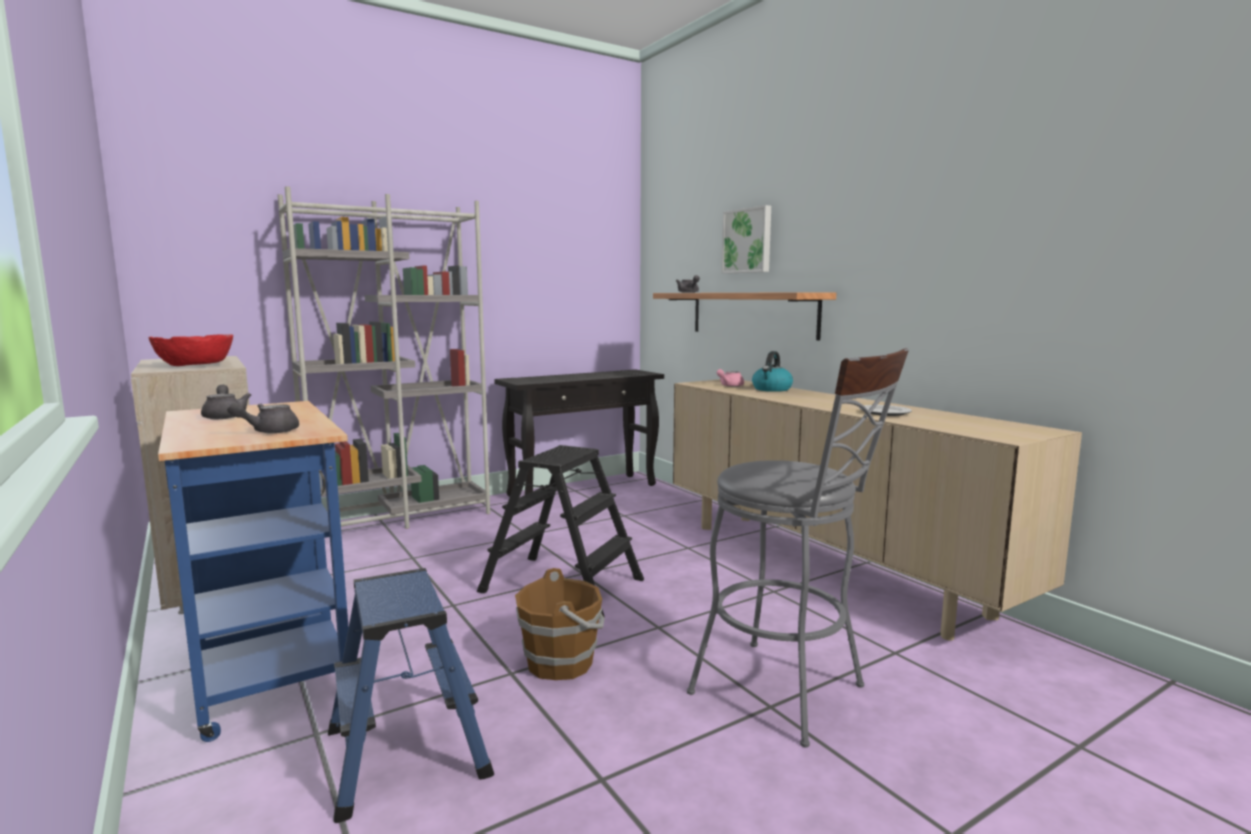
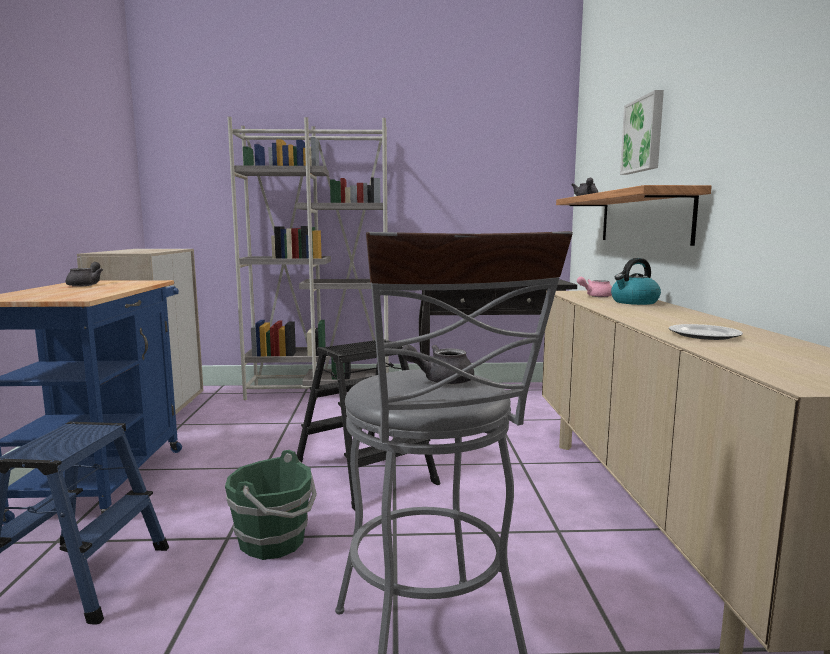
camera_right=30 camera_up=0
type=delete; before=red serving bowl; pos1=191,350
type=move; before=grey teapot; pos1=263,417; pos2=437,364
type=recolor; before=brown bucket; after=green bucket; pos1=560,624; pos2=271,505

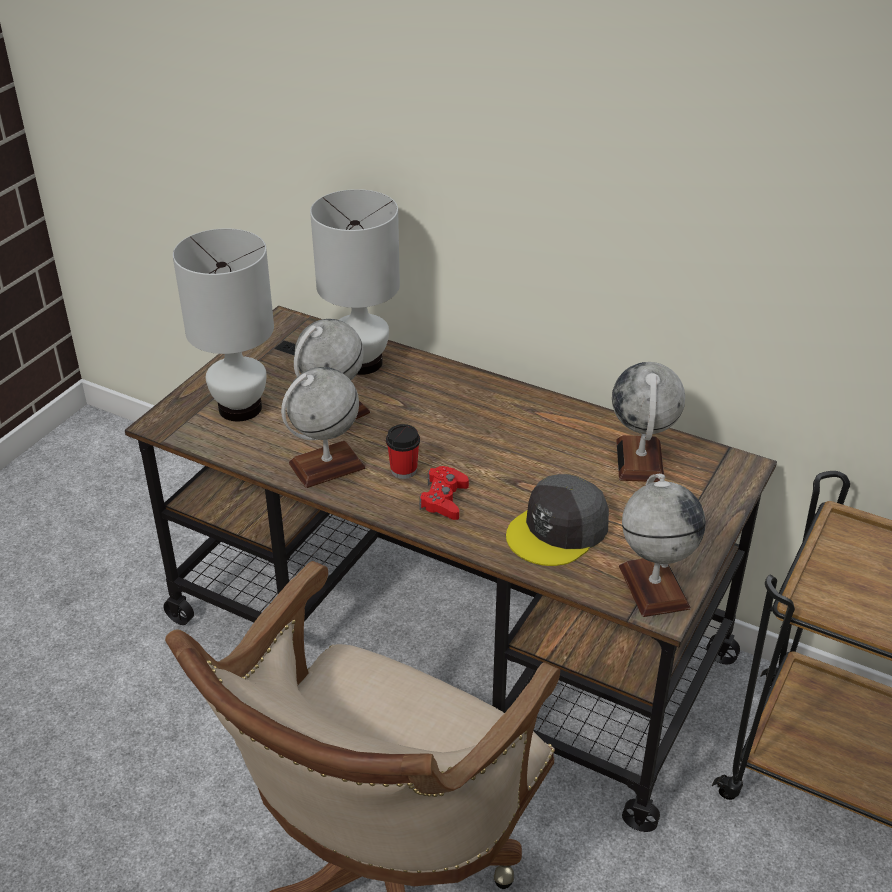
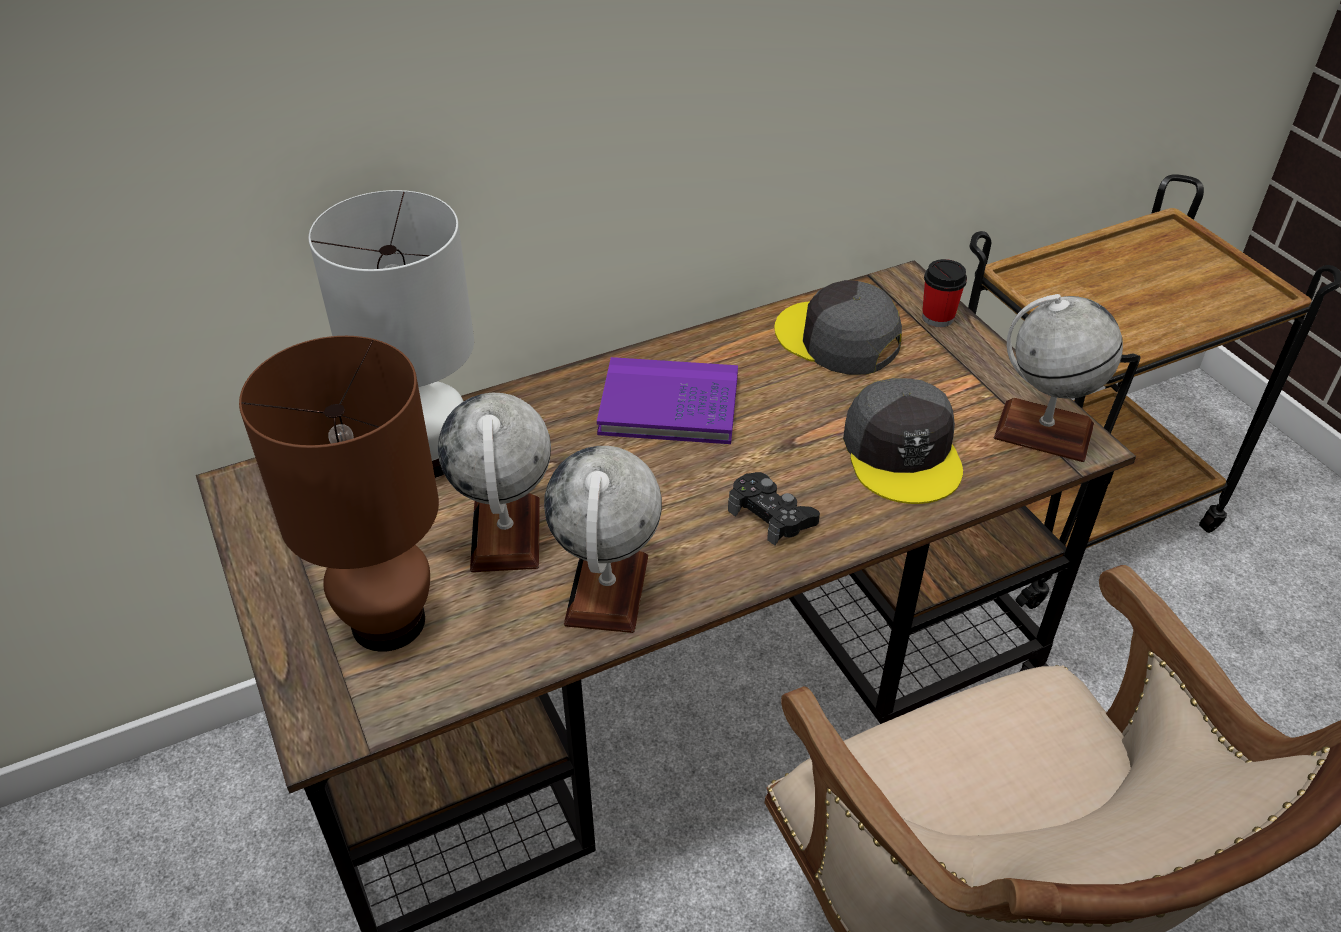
camera_right=-55 camera_up=5
type=recolor; before=white-coloured lamp for a table; after=brown lamp for a table; pos1=223,324; pos2=339,494
type=move; before=cup; pos1=403,451; pos2=944,293
type=recolor; before=red game controller; after=black-coloured game controller; pos1=444,493; pos2=774,508
type=replace; before=globe; after=grey peaked cap; pos1=648,422; pos2=838,327
type=insert; after=purple book; pos2=667,400

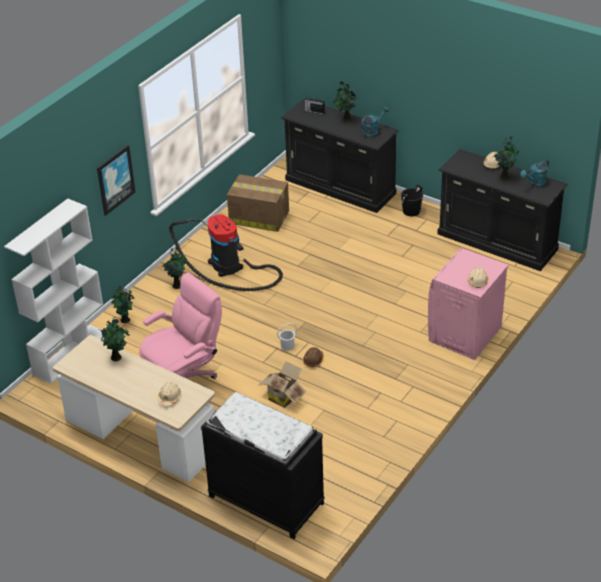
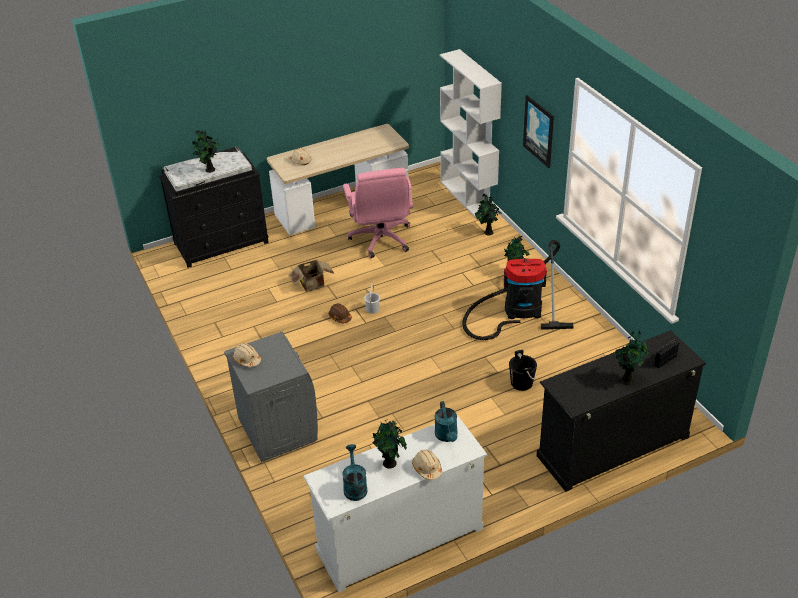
camera_right=120 camera_up=0
type=move; before=houseplant; pos1=114,339; pos2=206,151
type=delete; before=packing box; pos1=258,203
type=move; before=blue-green watering can; pos1=375,122; pos2=446,421
type=move; before=black-coloured bucket; pos1=412,200; pos2=523,370
type=recolor; before=pink laundry machine; after=grey laundry machine; pos1=468,304; pos2=271,397
type=recolor; before=black-coloured cupboard; after=white-coloured cupboard; pos1=502,210; pos2=395,503

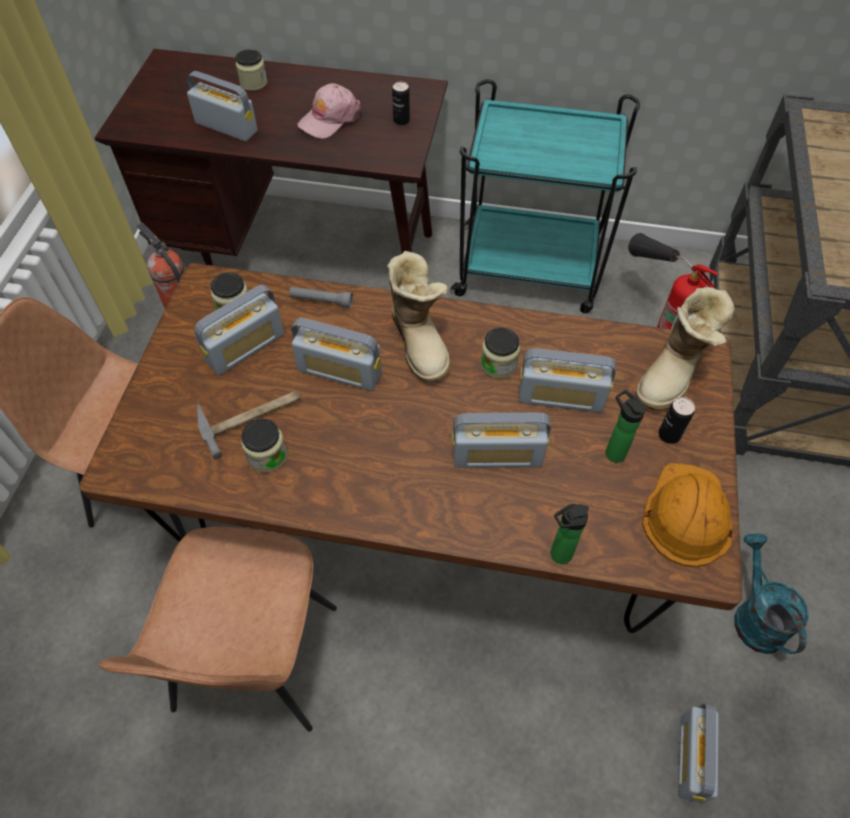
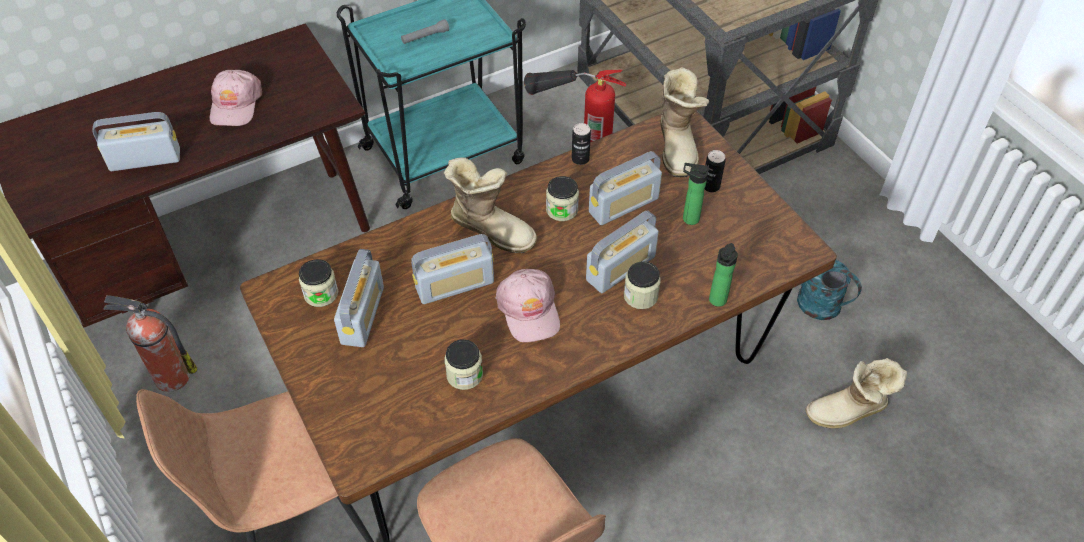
camera_right=-40 camera_up=-5
type=delete; before=hammer; pos1=249,424
type=move; before=jar; pos1=251,70; pos2=642,285
type=move; before=grey torch; pos1=321,297; pos2=425,31
type=move; before=sealed can; pos1=401,103; pos2=581,144
type=delete; before=orange hard hat; pos1=687,515
type=replace; before=radio receiver; after=boot; pos1=698,753; pos2=856,393
type=insert; after=pink peaked cap; pos2=527,306

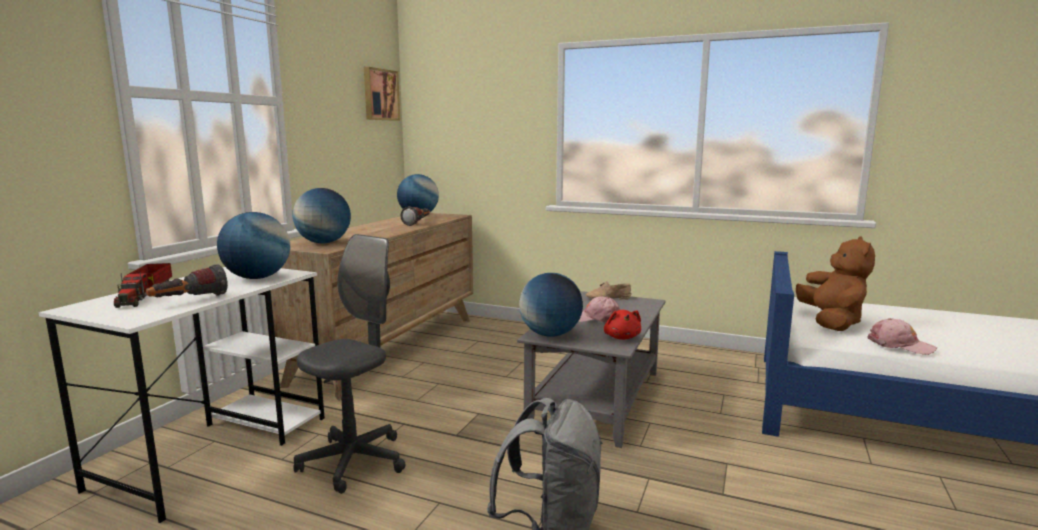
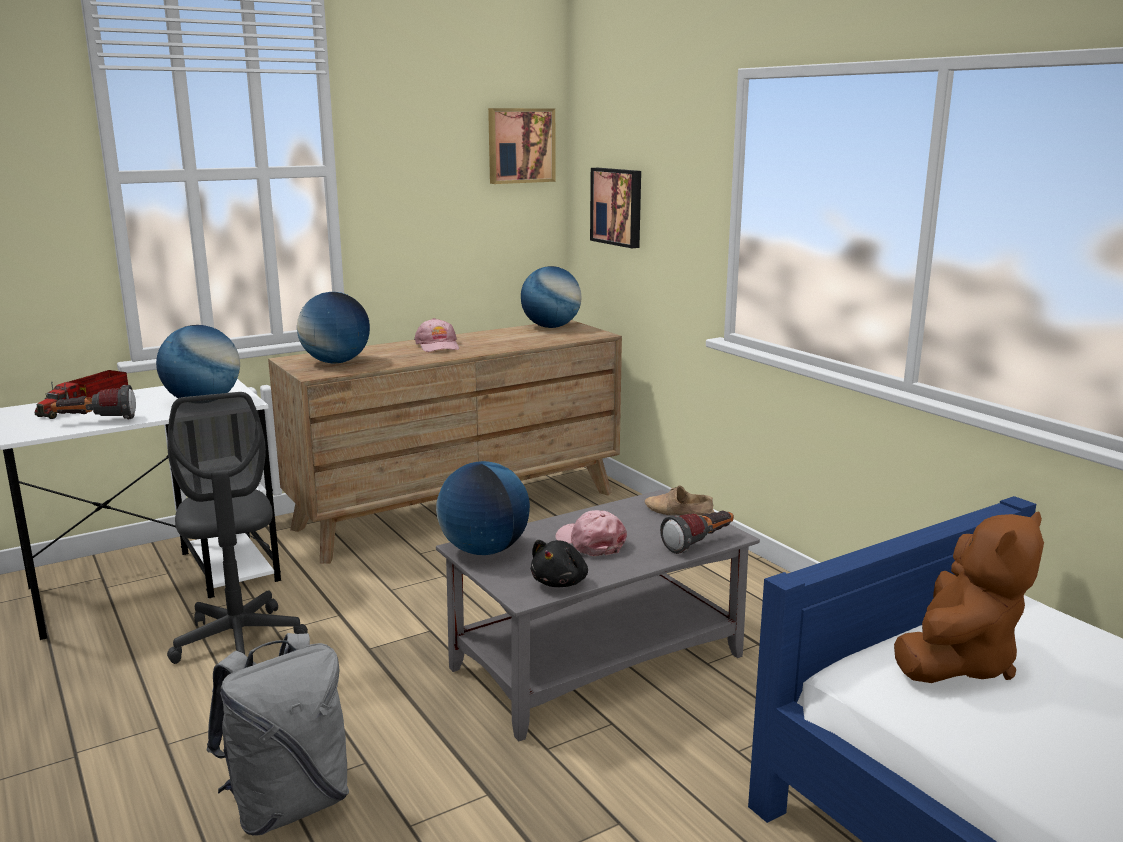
camera_right=35 camera_up=5
type=rotate; before=grey computer chair; pos1=350,364; pos2=237,528; turn=90
type=move; before=torch; pos1=415,216; pos2=697,532
type=recolor; before=red soft toy; after=black-coloured soft toy; pos1=622,325; pos2=559,563
type=move; before=pink peaked cap; pos1=902,336; pos2=436,335
type=insert; after=wall art; pos2=615,208

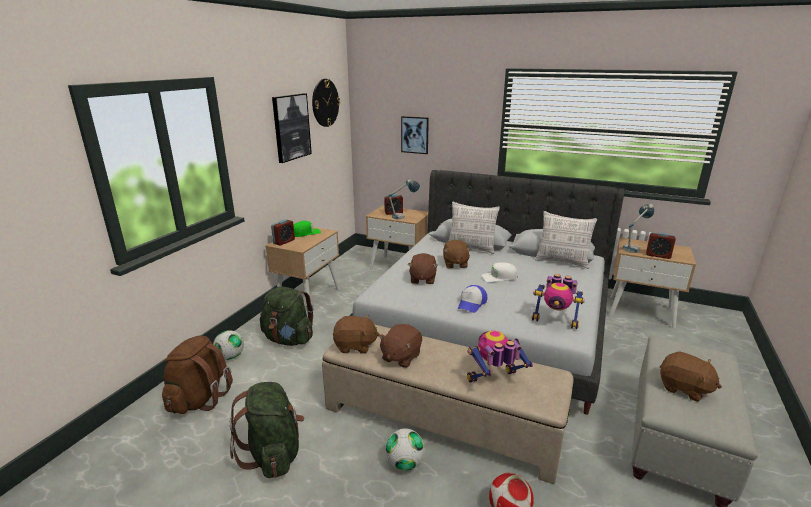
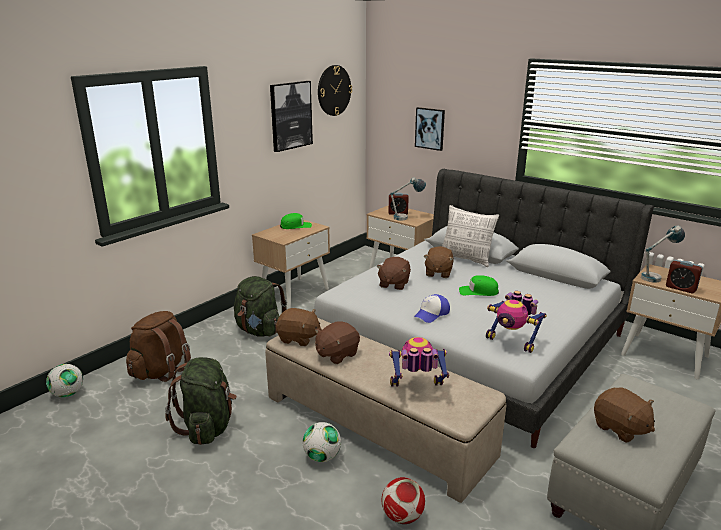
camera_right=15 camera_up=0
type=move; before=football ball; pos1=228,345; pos2=64,380
type=delete; before=table clock; pos1=283,232
type=recolor; before=white-coloured peaked cap; after=green peaked cap; pos1=500,272; pos2=479,285
type=delete; before=cushion; pos1=566,240

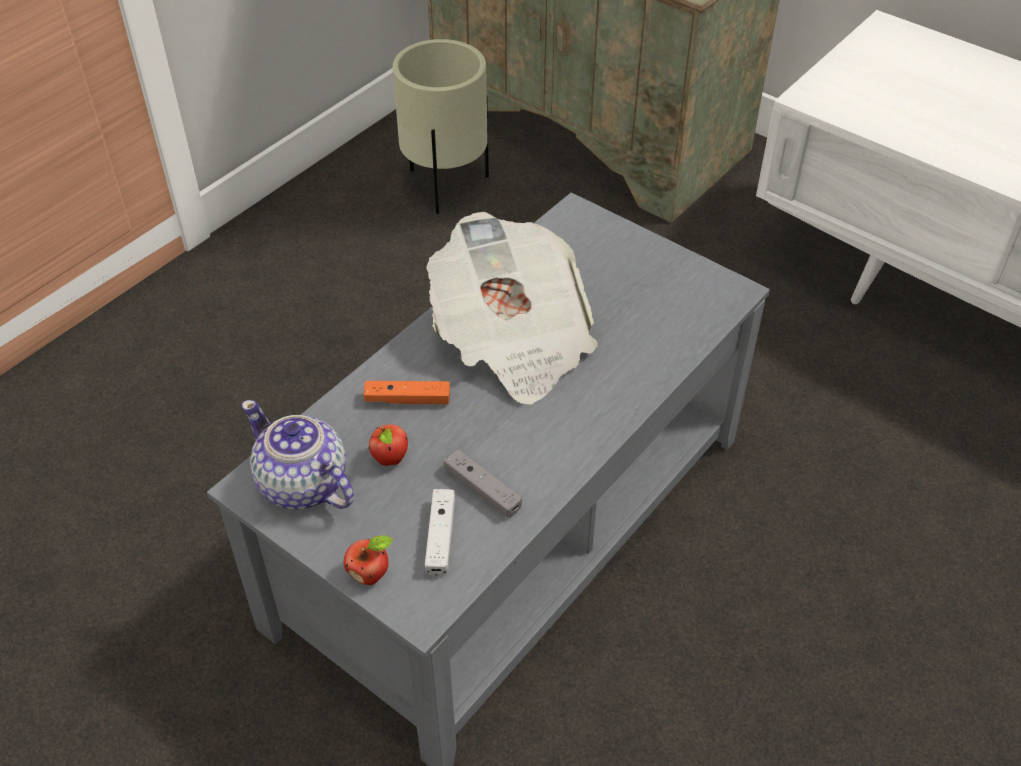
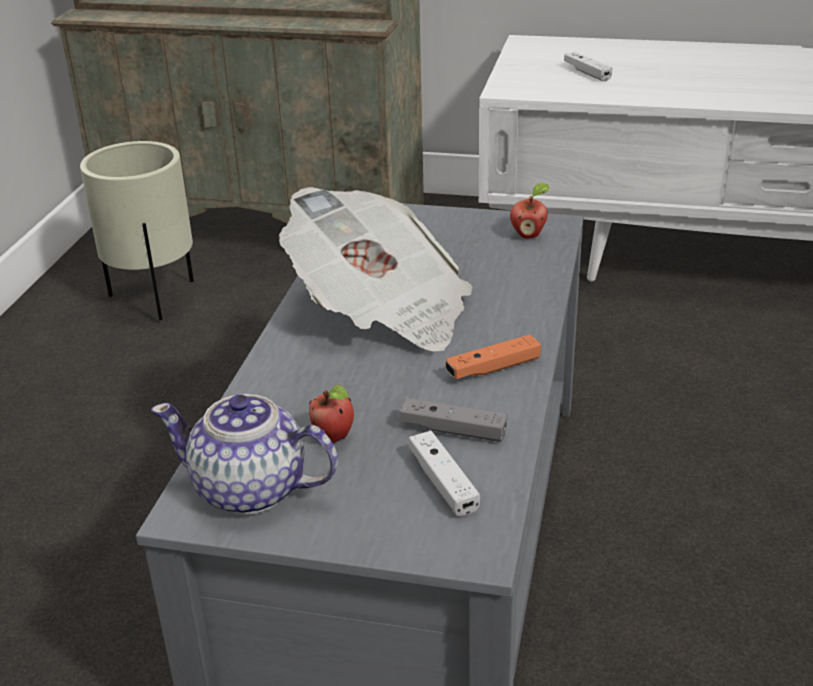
camera_right=-25 camera_up=-15
type=move; before=whole apple; pos1=368,560; pos2=529,211
type=move; before=orange game controller; pos1=406,392; pos2=493,357
type=insert; after=white-coloured game controller; pos2=588,66

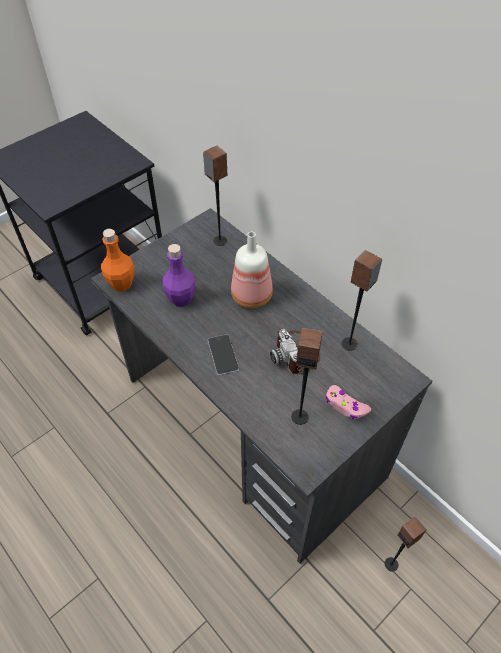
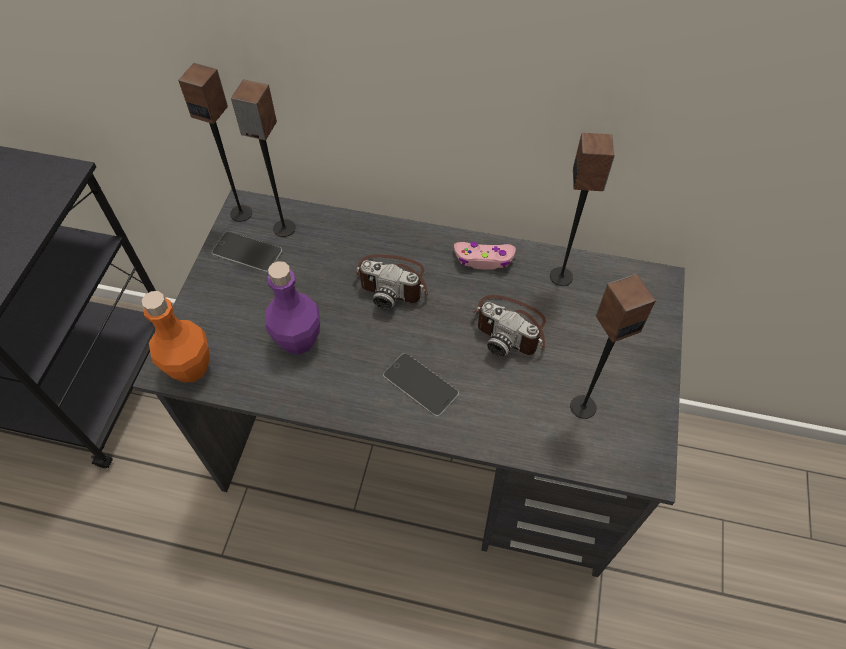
camera_right=-35 camera_up=5
type=replace; before=drink bottle; after=still camera; pos1=252,270; pos2=390,282
type=move; before=pink game controller; pos1=348,402; pos2=485,256
type=move; before=loudspeaker; pos1=406,544; pos2=215,142
type=insert; after=phone; pos2=247,251

